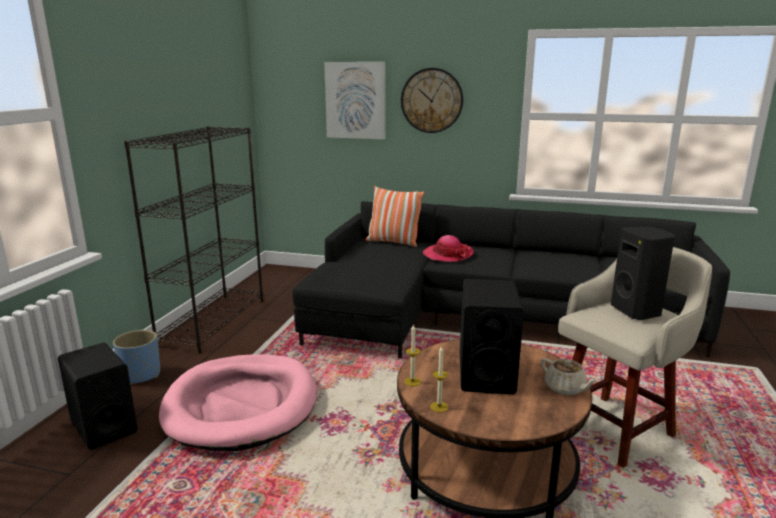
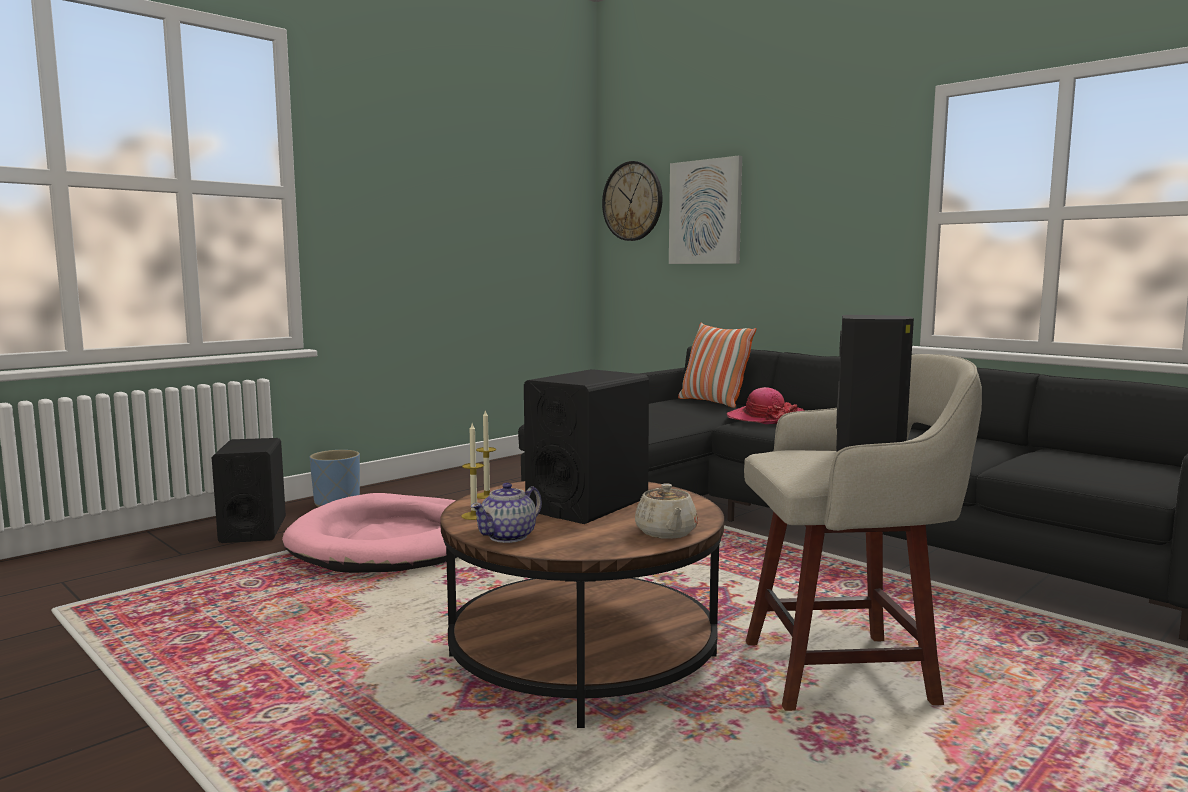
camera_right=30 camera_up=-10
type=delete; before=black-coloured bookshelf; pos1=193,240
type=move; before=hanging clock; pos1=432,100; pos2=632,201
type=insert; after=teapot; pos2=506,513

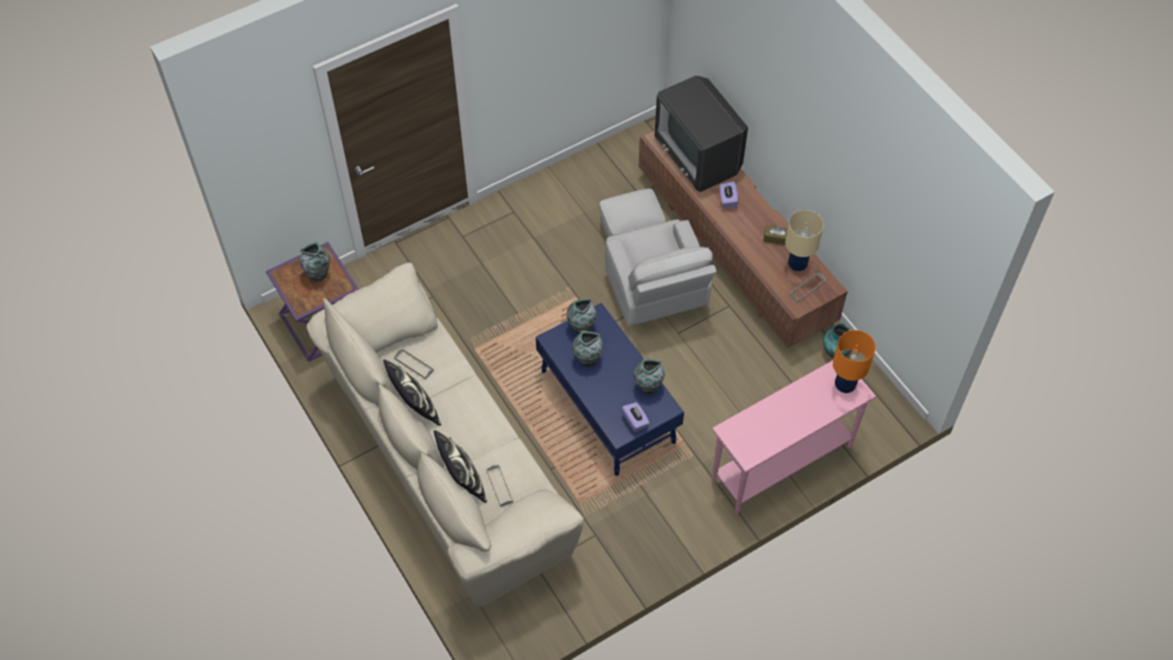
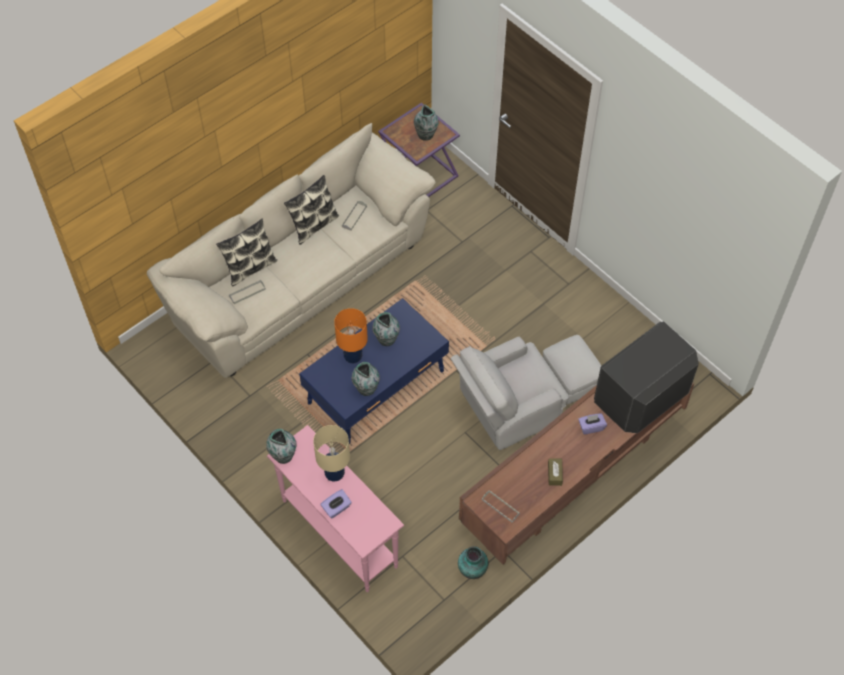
camera_right=80 camera_up=0
type=move; before=flower vase; pos1=582,316; pos2=281,446
type=move; before=purple tissue holder; pos1=636,417; pos2=336,503
type=move; before=beige-coloured lamp for a table; pos1=804,240; pos2=331,453
type=move; before=orange lamp for a table; pos1=854,361; pos2=351,336

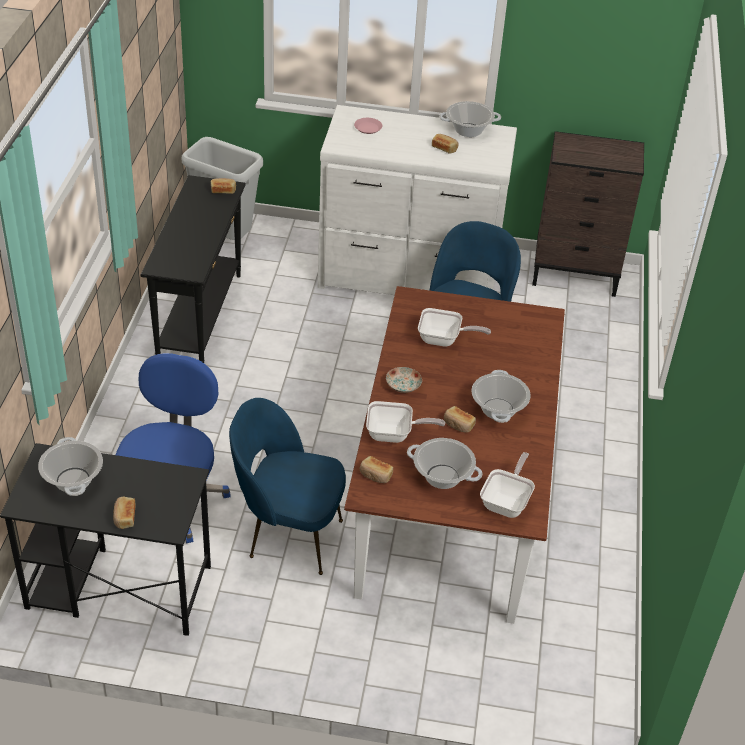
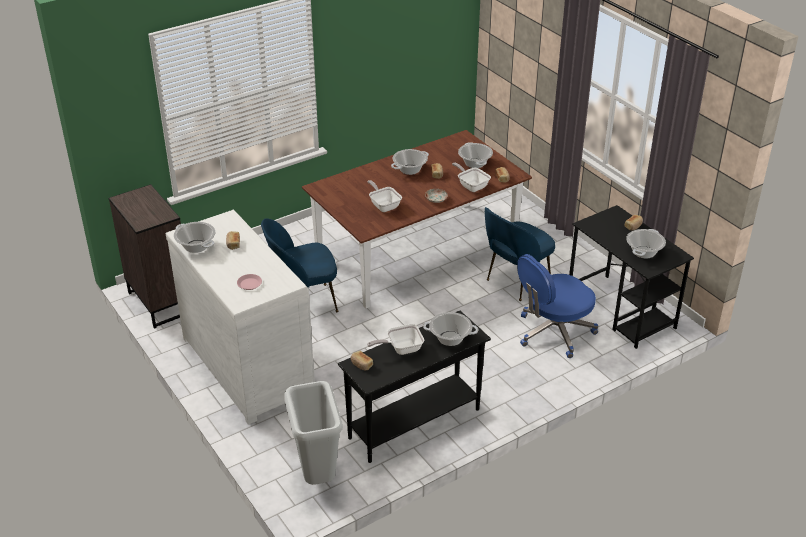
camera_right=-130 camera_up=-5
type=rotate; before=blue-coloured chair; pos1=287,486; pos2=520,254; turn=75
type=move; before=frying pan; pos1=507,485; pos2=395,339
type=insert; after=stockpot; pos2=450,329

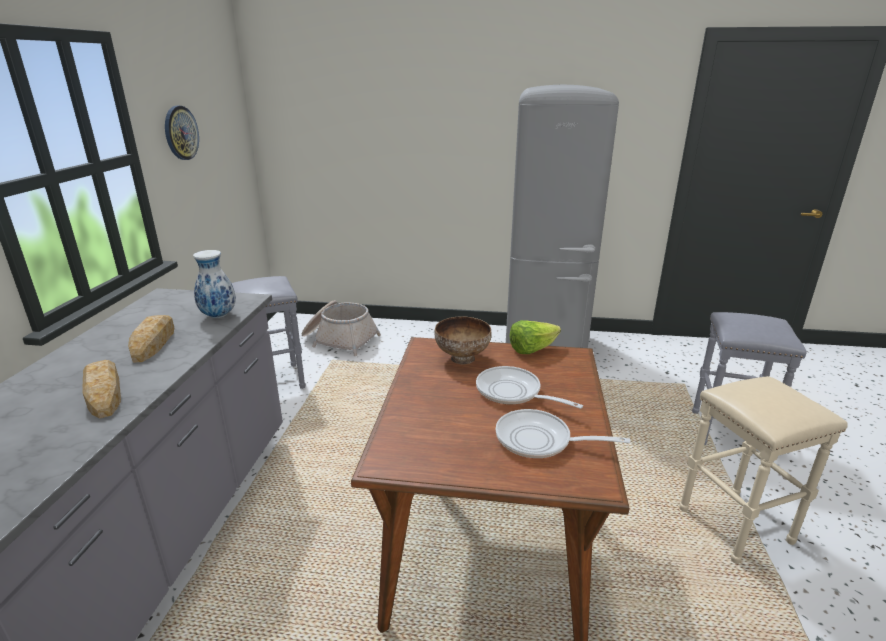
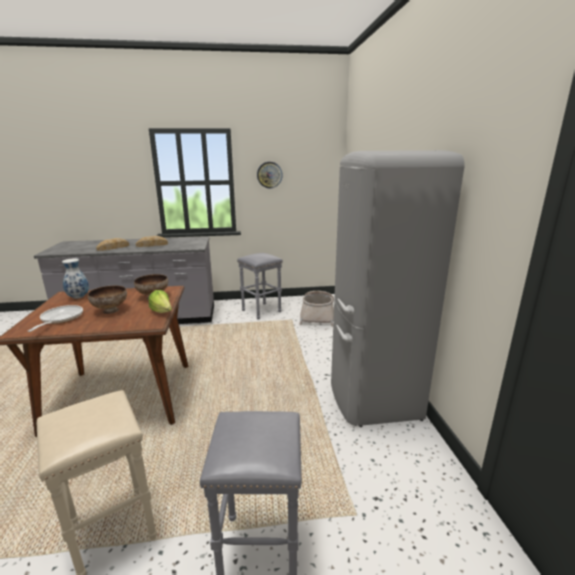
camera_right=75 camera_up=-5
type=move; before=flower vase; pos1=214,284; pos2=75,278
type=replace; before=frying pan; after=serving bowl; pos1=529,387; pos2=107,299

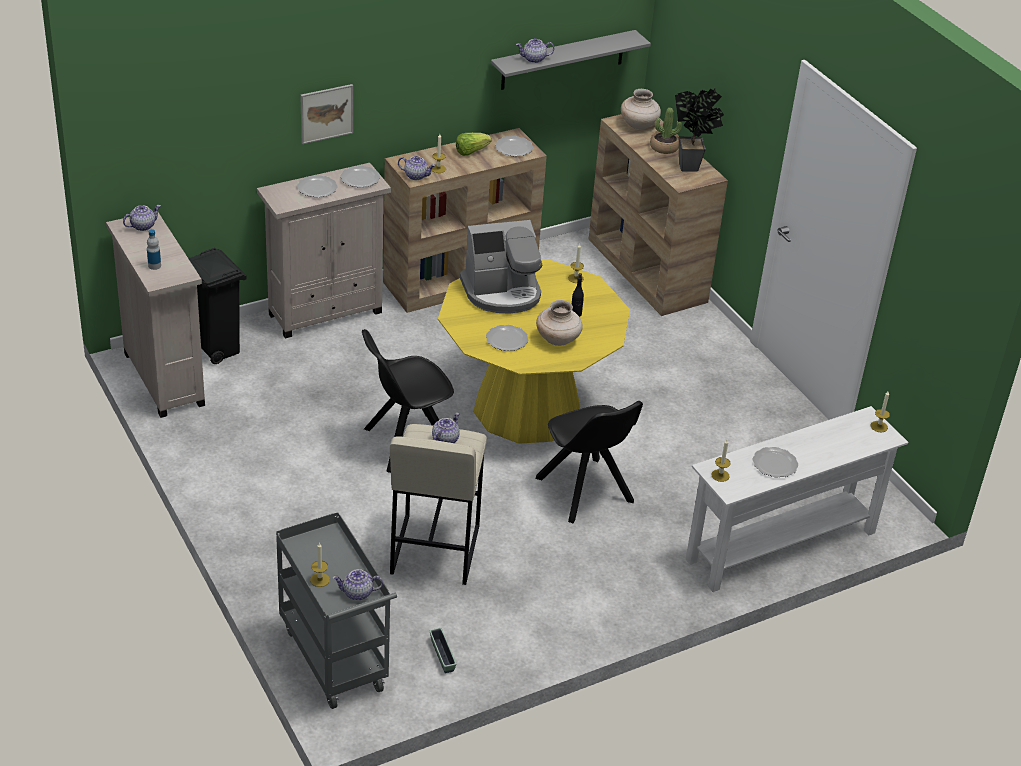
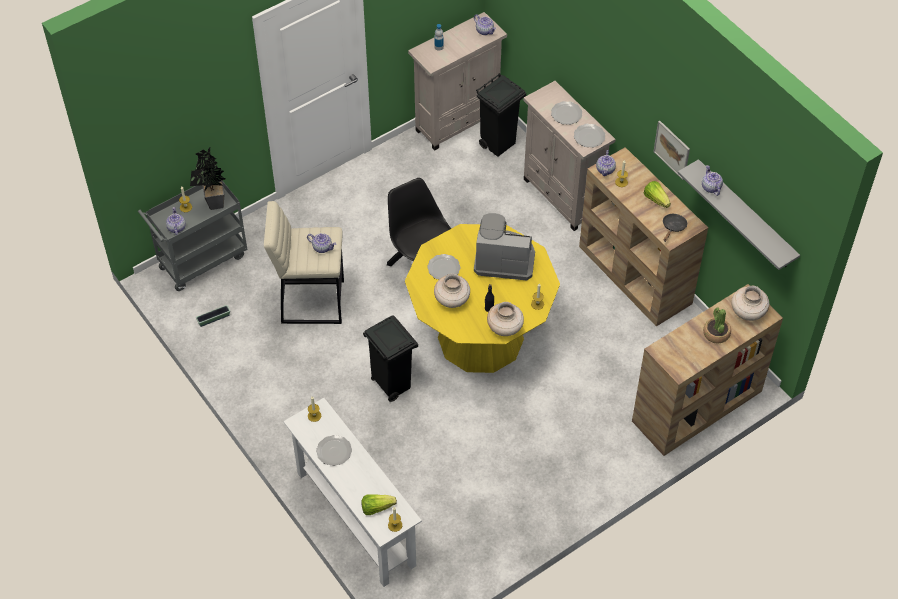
camera_right=85 camera_up=15
type=move; before=wall art; pos1=326,114; pos2=671,150
type=rotate; before=coffee maker; pos1=501,267; pos2=504,247; turn=120
type=replace; before=dinner plate; after=black-coloured frying pan; pos1=514,146; pos2=675,228
type=replace; before=black-coloured chair; after=black-coloured trash can; pos1=589,462; pos2=390,358
type=move; before=houseplant; pos1=699,130; pos2=207,179
type=insert; after=lettuce; pos2=379,504
type=insert; after=beige-coloured flower vase; pos2=505,319

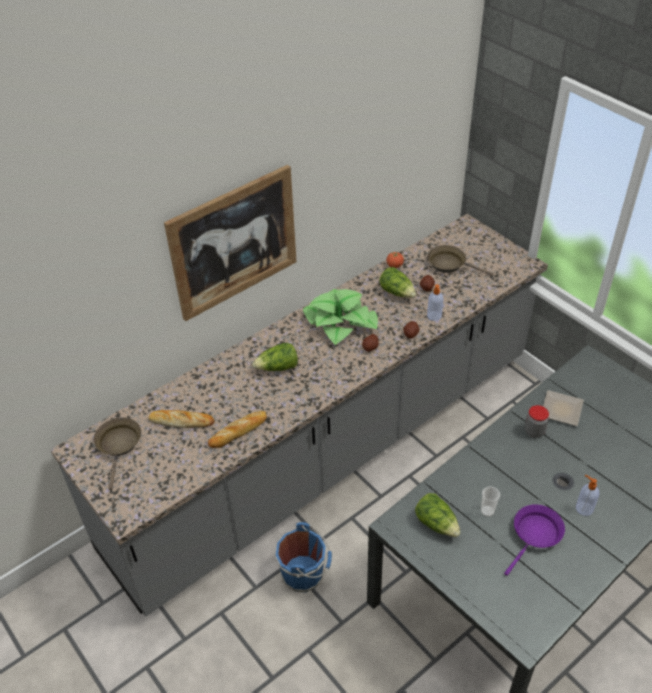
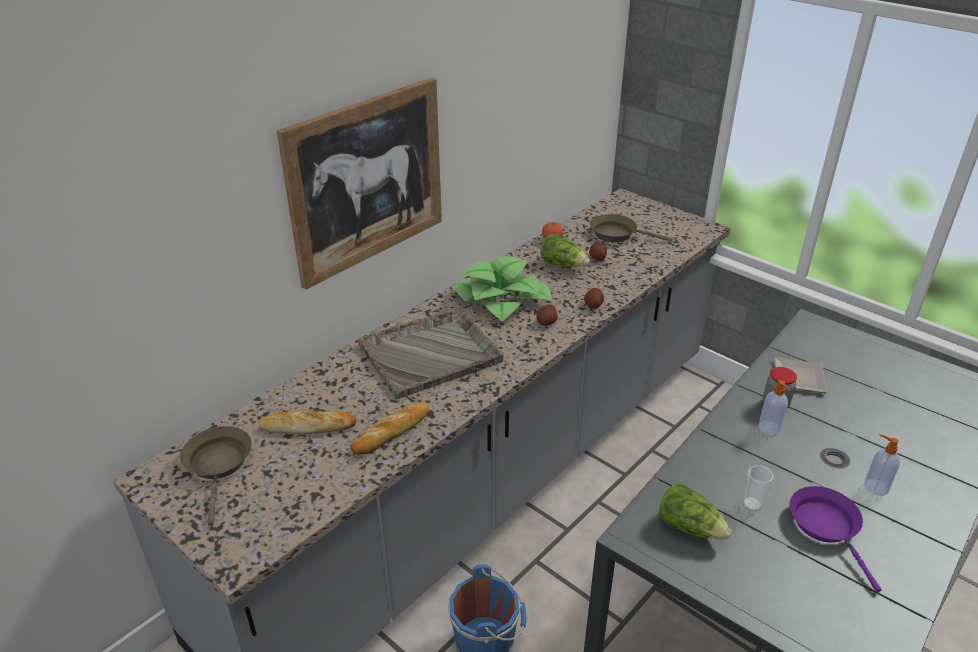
camera_right=-10 camera_up=-10
type=replace; before=lettuce; after=grey serving tray; pos1=275,357; pos2=430,353
type=move; before=liquid soap bottle; pos1=435,302; pos2=774,407
type=rotate; before=purple frying pan; pos1=534,540; pos2=836,539; turn=-45

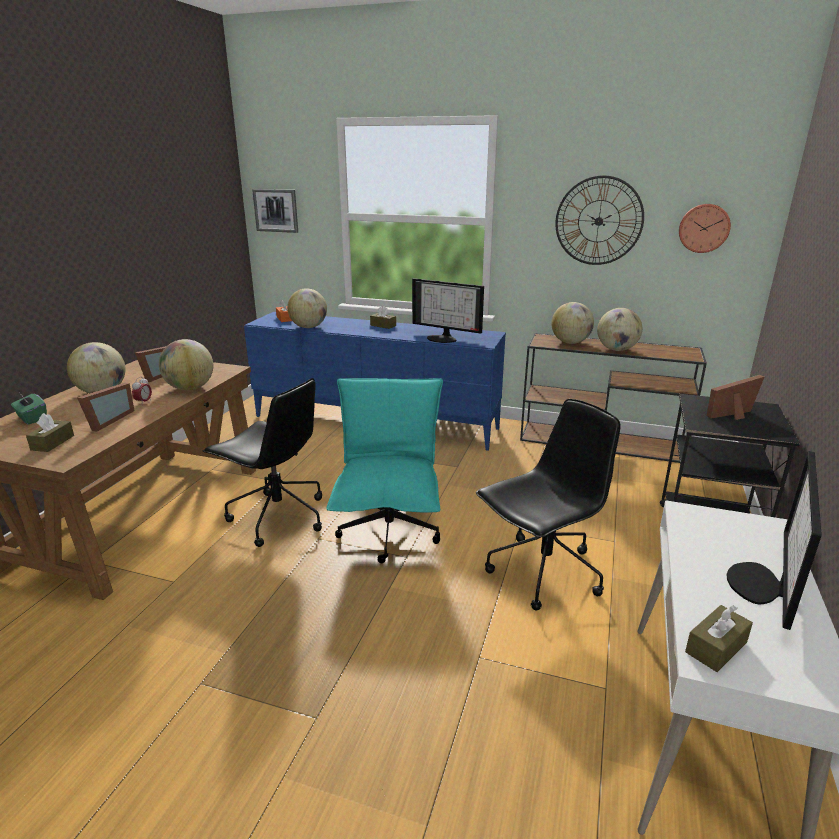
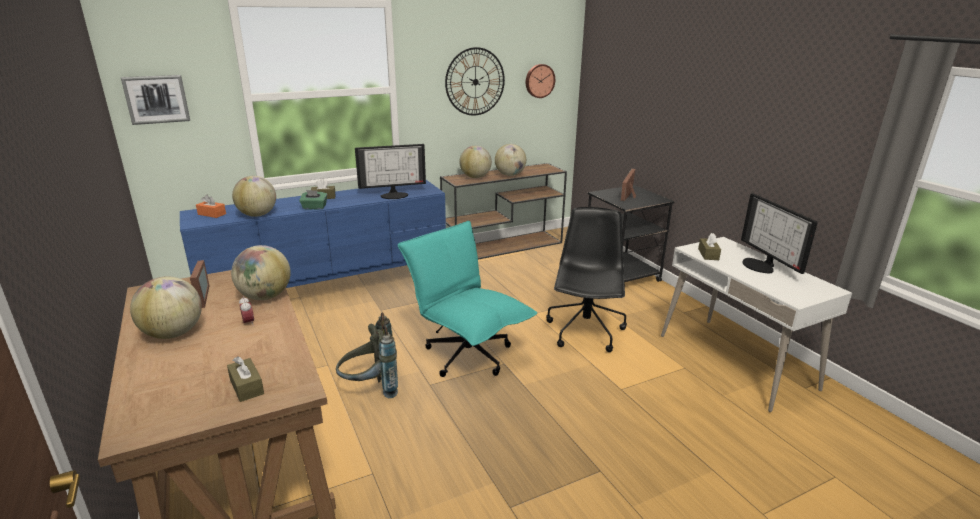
camera_right=-45 camera_up=0
type=move; before=green tissue holder; pos1=29,408; pos2=313,199
type=delete; before=photo frame; pos1=105,407
type=replace; before=black-coloured computer chair; after=grey backpack; pos1=262,462; pos2=367,355
type=move; before=brown tissue holder; pos1=719,638; pos2=709,246

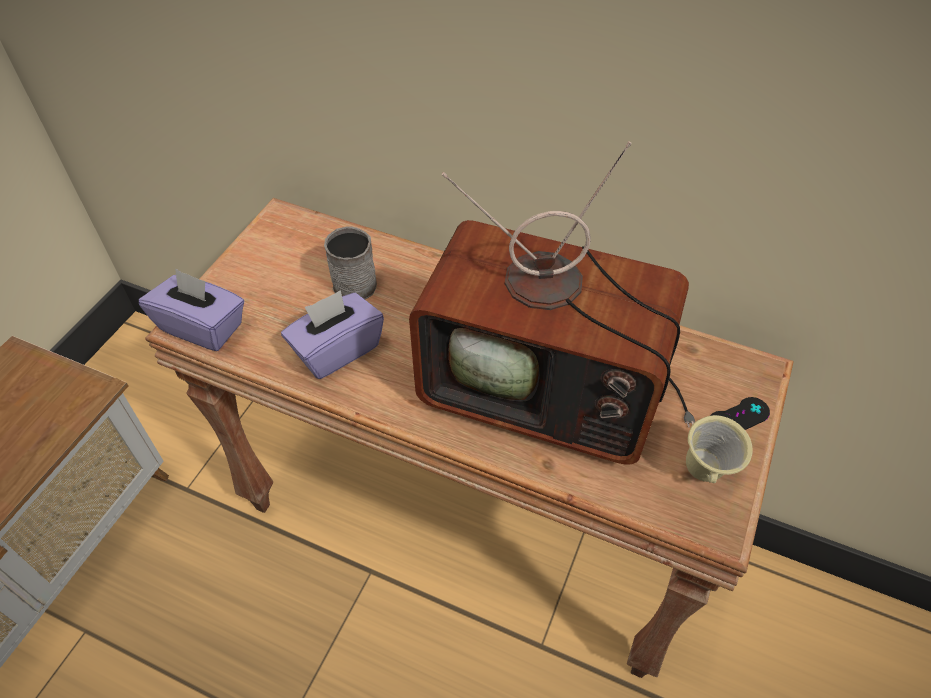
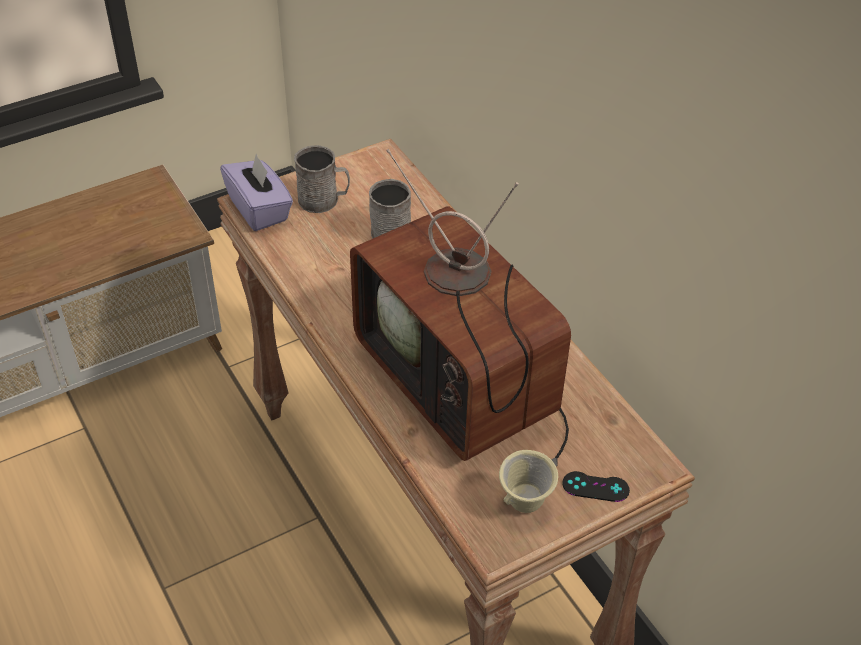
camera_right=35 camera_up=-5
type=delete; before=purple tissue holder; pos1=332,334
type=insert; after=grey coffee mug; pos2=322,179

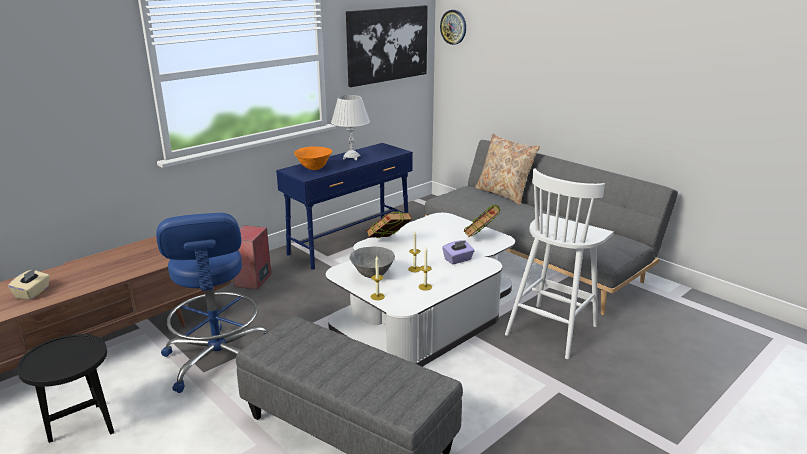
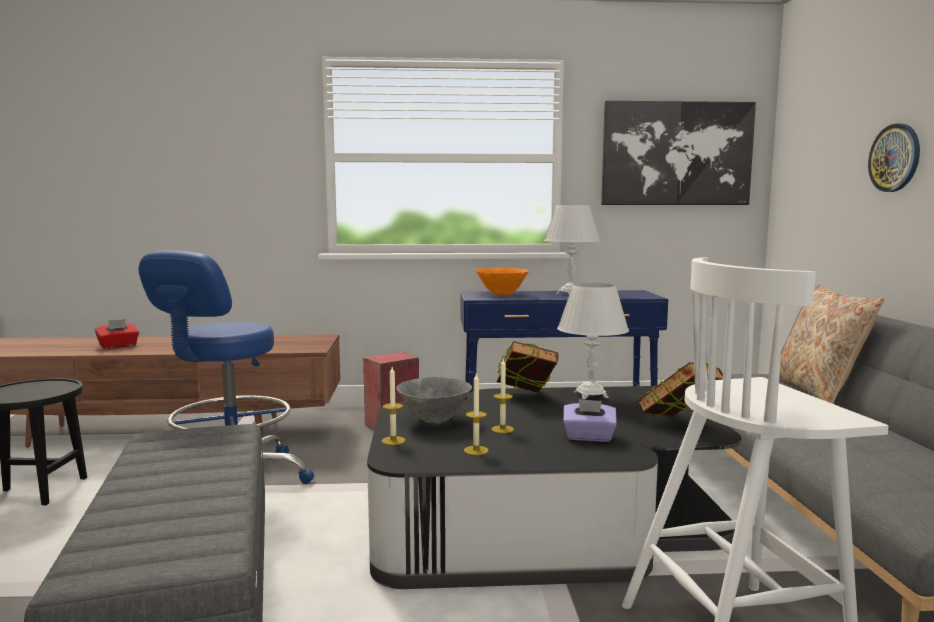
camera_right=40 camera_up=-15
type=recolor; before=beige-coloured tissue holder; after=red tissue holder; pos1=29,284; pos2=117,334
type=recolor; before=white-coloured low table; after=black-coloured low table; pos1=420,290; pos2=554,487
type=move; before=hanging clock; pos1=453,27; pos2=894,158
type=insert; after=white-coloured lamp for a table; pos2=593,341

